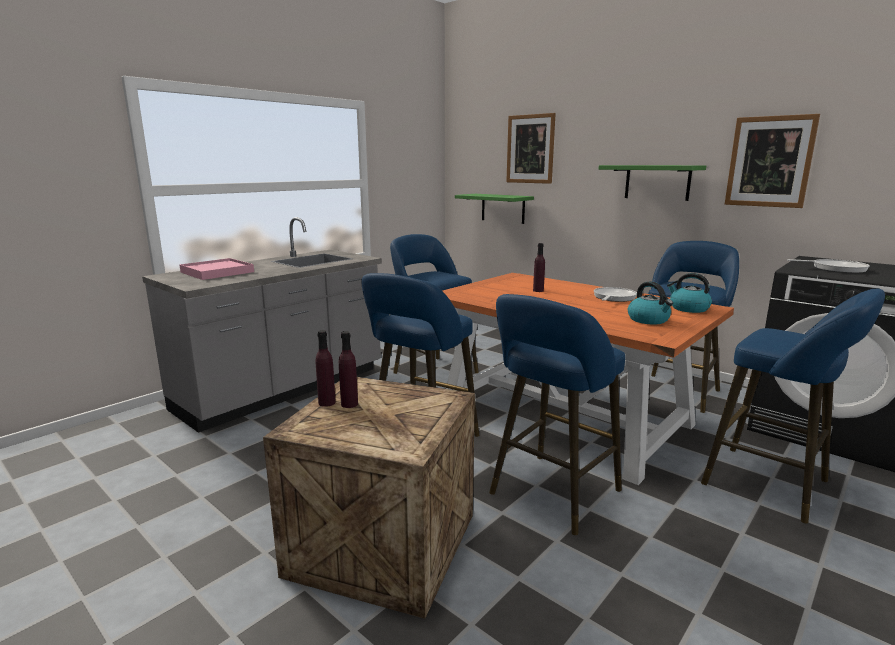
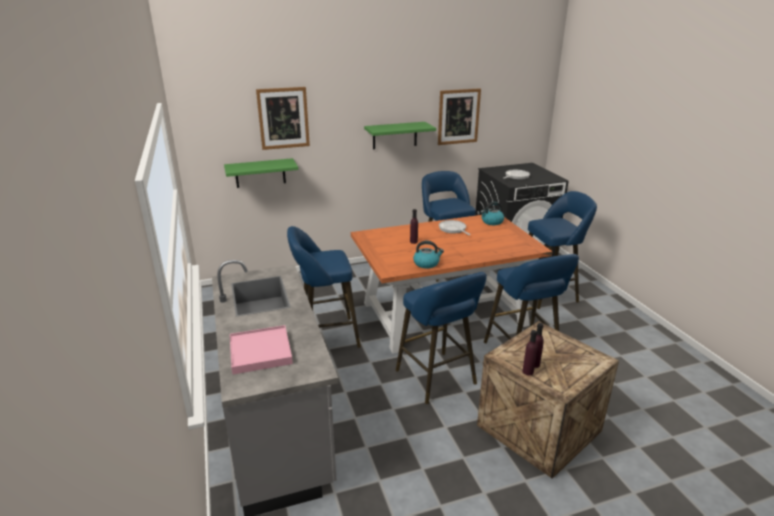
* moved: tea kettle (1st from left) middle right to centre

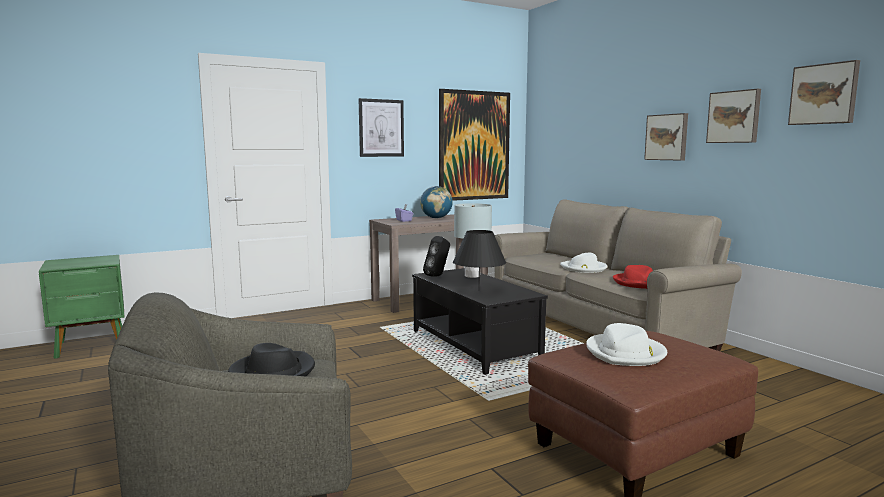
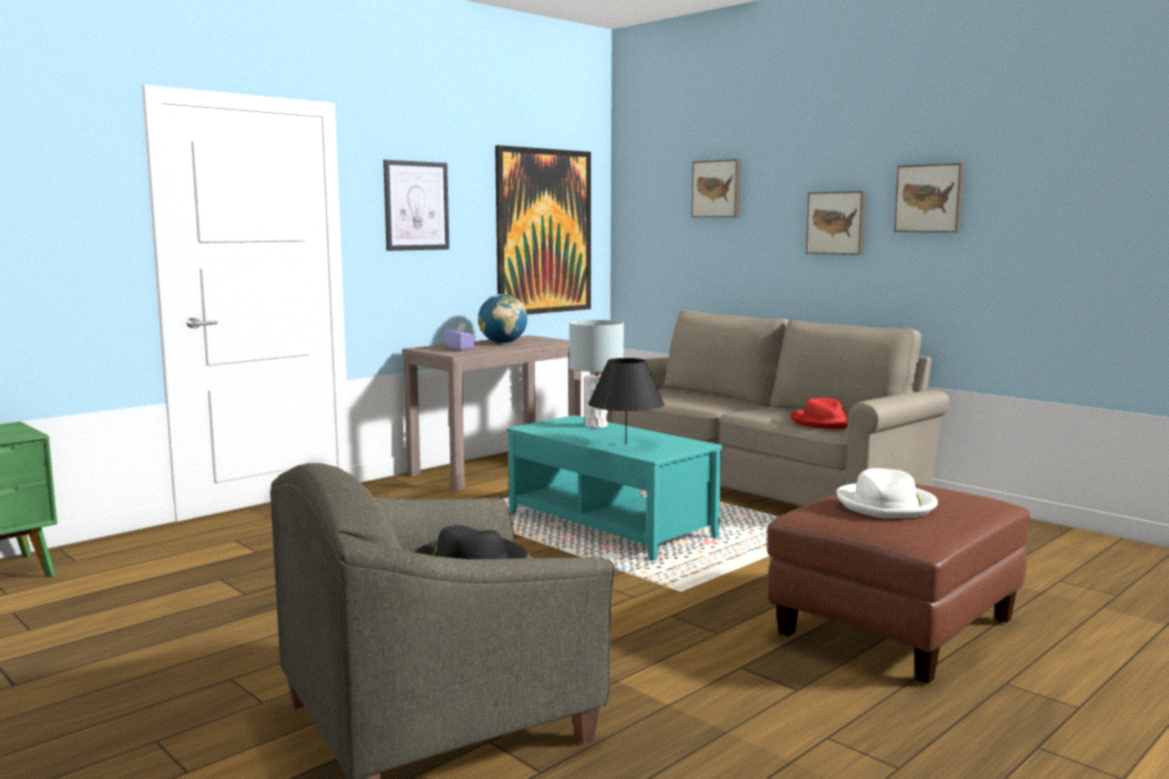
* moved: wall art (5th from left in the first image) top right to wall art (3rd from left) top centre
* removed: black speaker centre
* removed: white wearable hat (1st from left) centre
* recoloured: black lounge table centre to turquoise lounge table centre

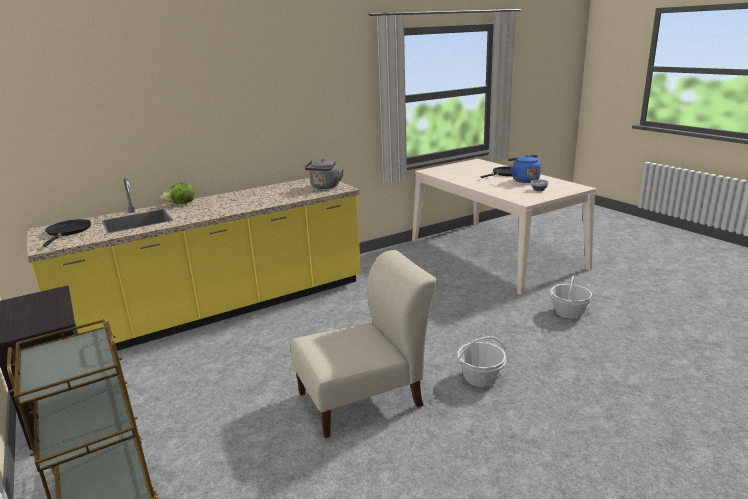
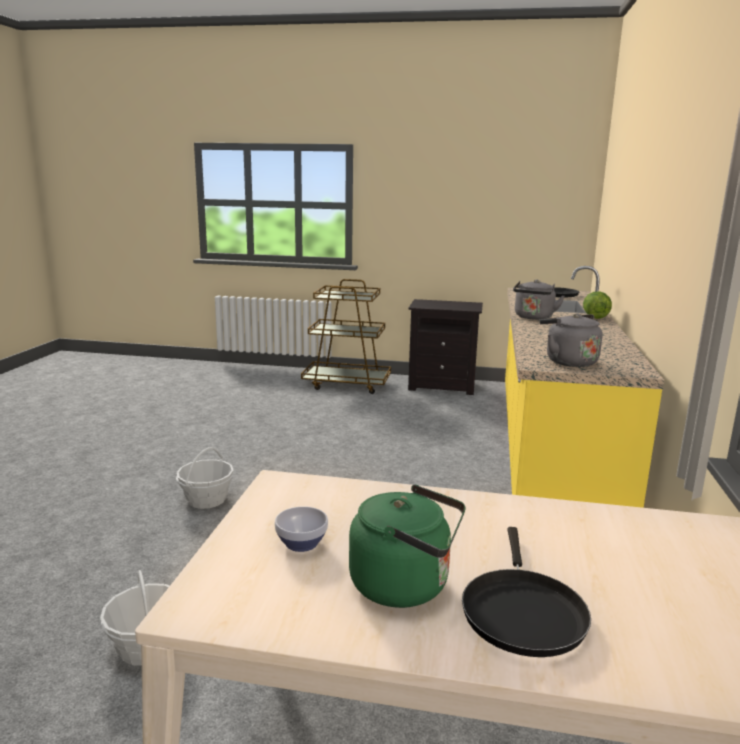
* recoloured: blue tea kettle middle right to green tea kettle bottom centre
* removed: sand-coloured upright chair bottom centre
* added: gray tea kettle (1st from left) middle right

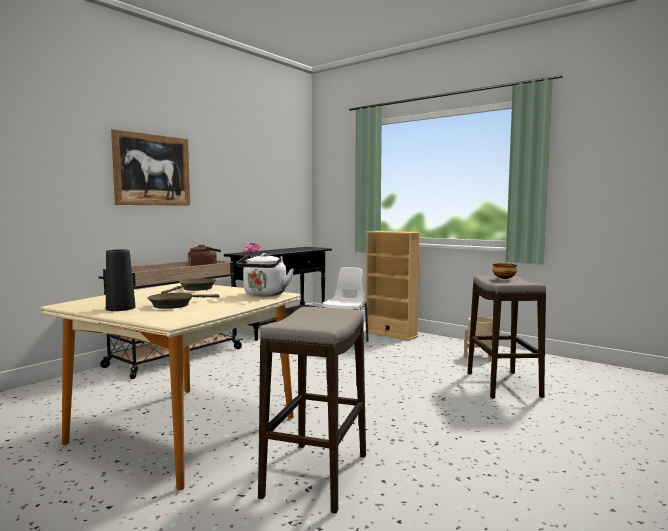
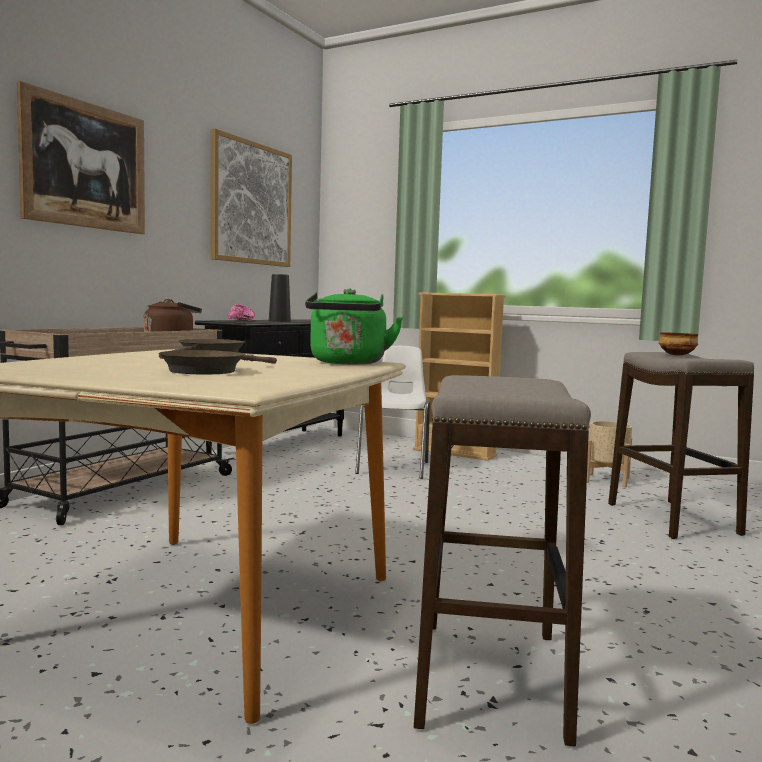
* moved: black vase middle left to centre
* recoloured: white tea kettle centre to green tea kettle centre
* added: wall art (2nd from left) top left

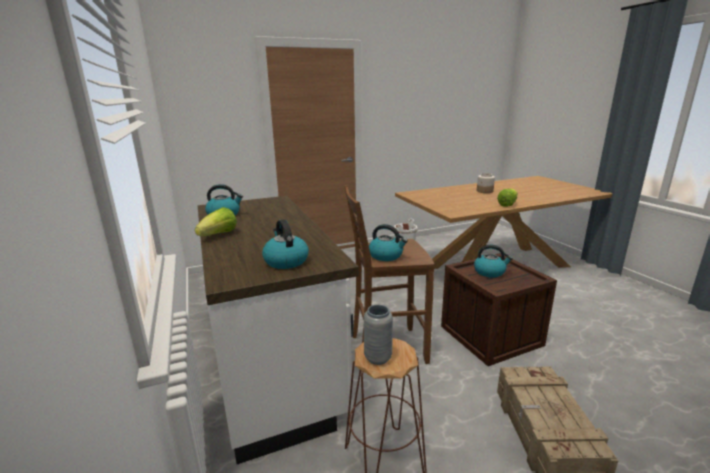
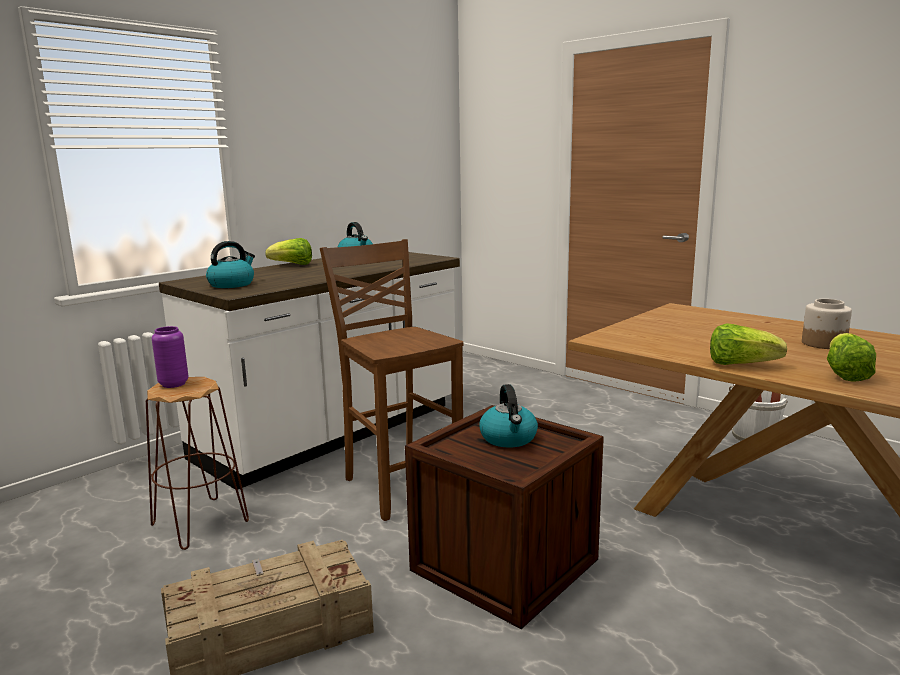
* removed: tea kettle (3rd from left) centre
* recoloured: gray vase bottom centre to purple-coloured vase middle left
* added: head of lettuce (3rd from left) middle right

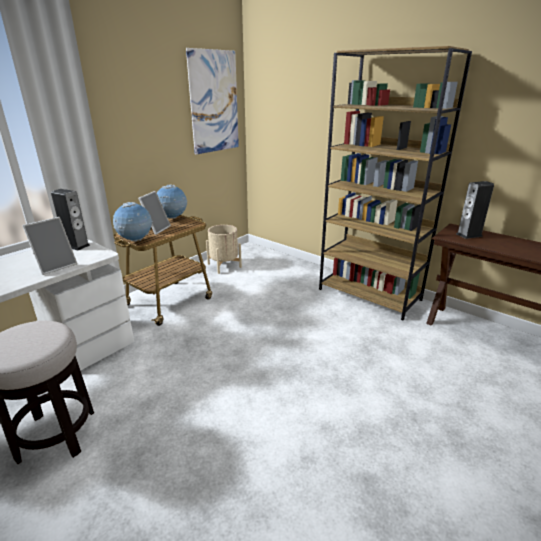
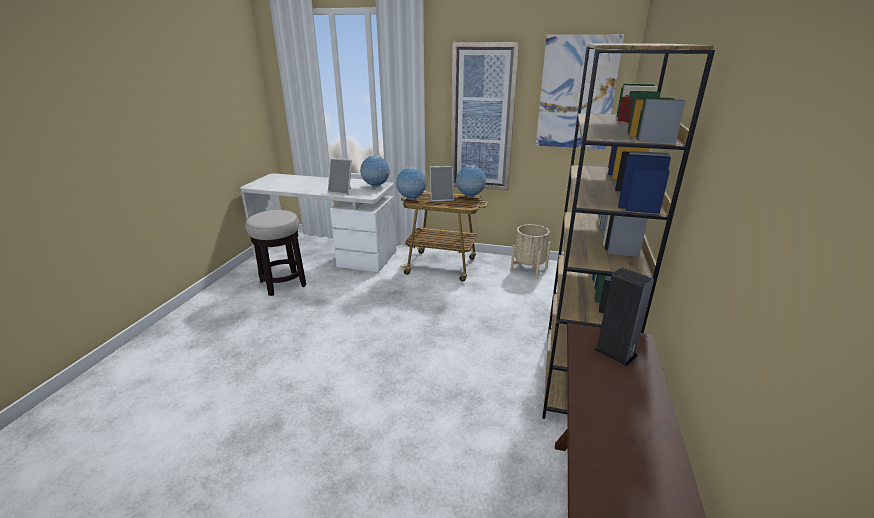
* replaced: speaker (1st from left) middle left to world globe (1st from left) top centre
* added: wall art (1st from left) top centre

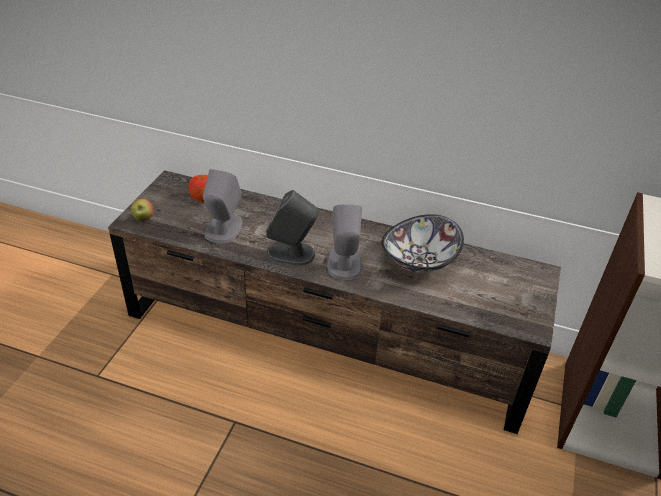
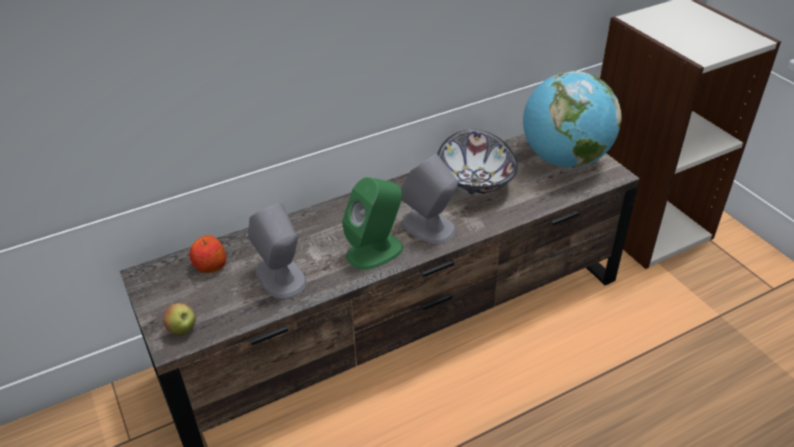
* recoloured: gray speaker (2nd from left) centre to green speaker centre
* added: world globe top right

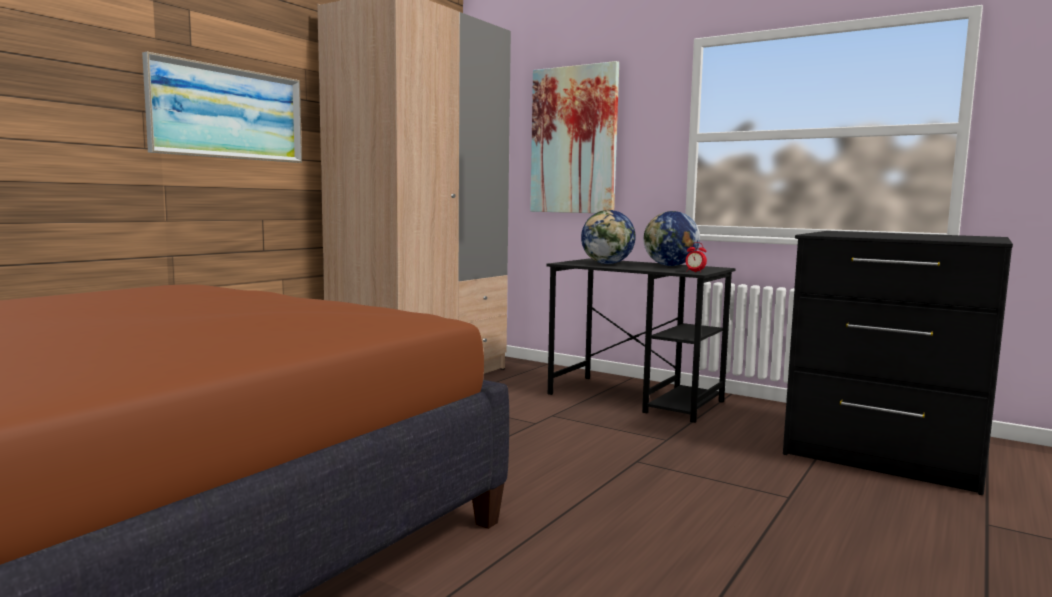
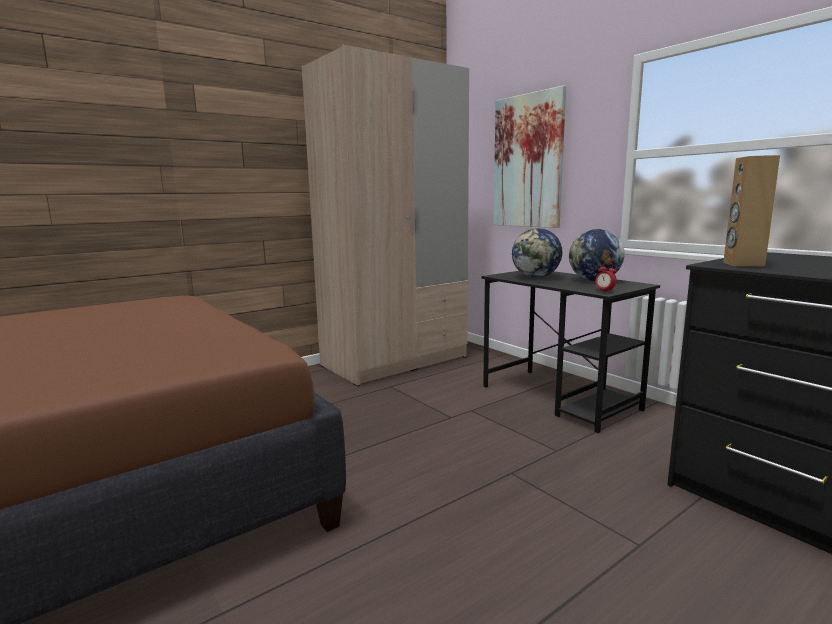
* removed: wall art (1st from left) top left
* added: brownish speaker middle right

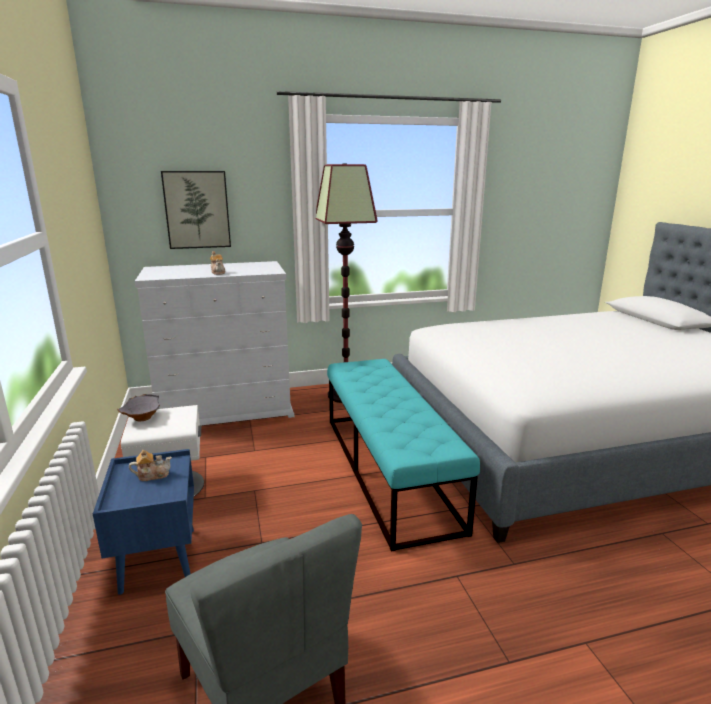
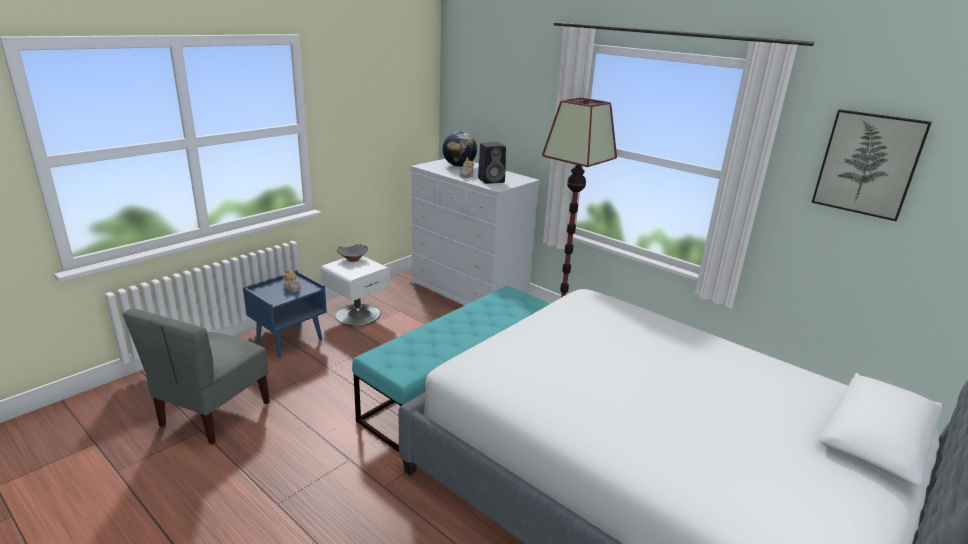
* moved: wall art top left to top right
* added: world globe top centre
* added: black speaker top centre

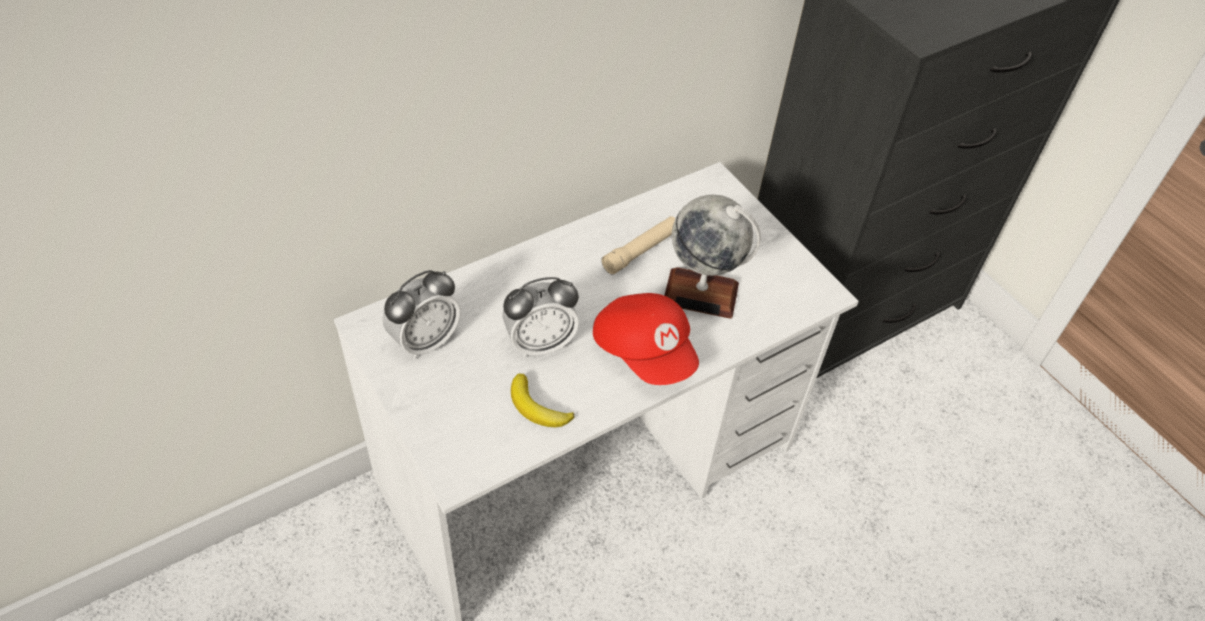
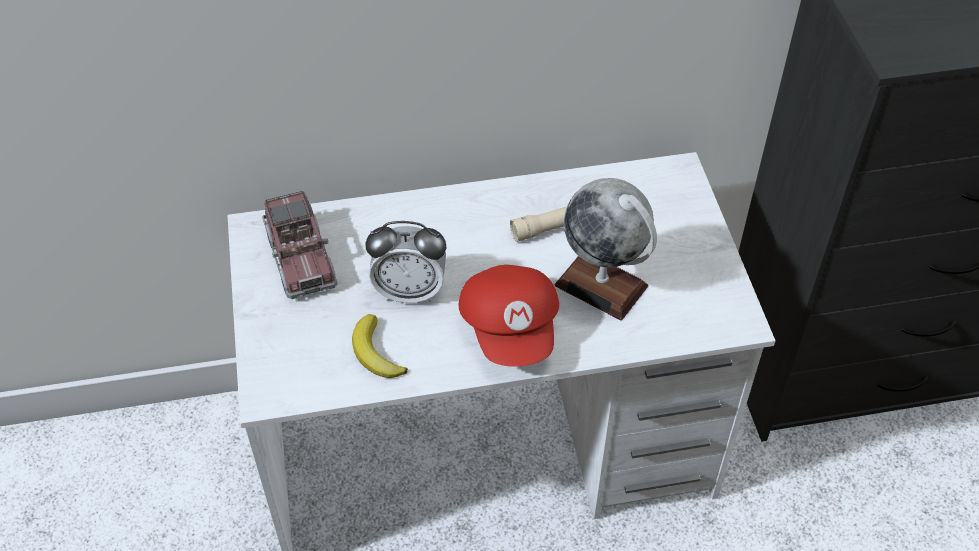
* replaced: alarm clock (1st from left) centre to toy lorry middle left

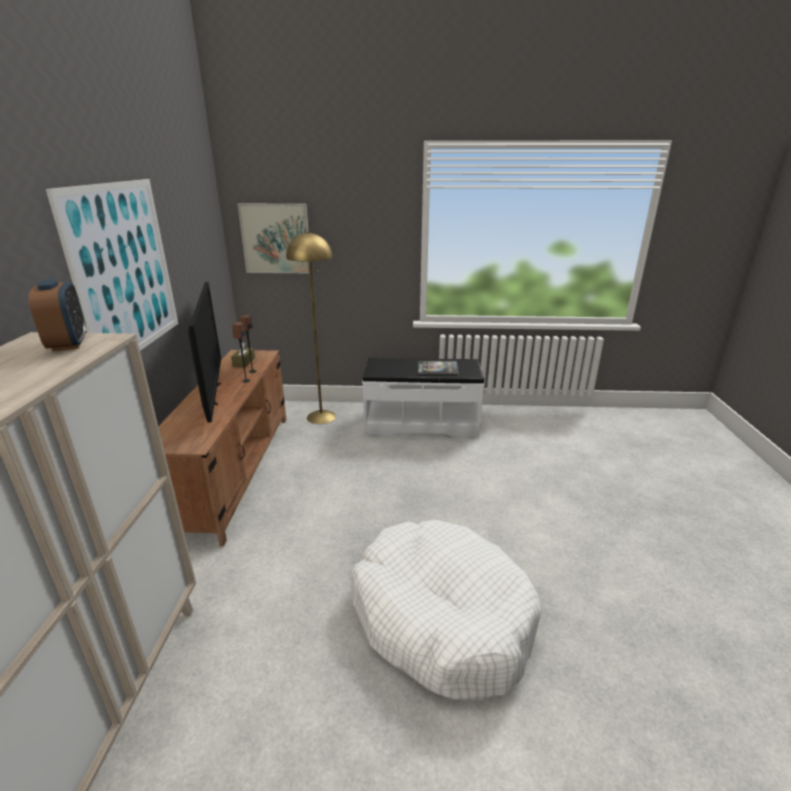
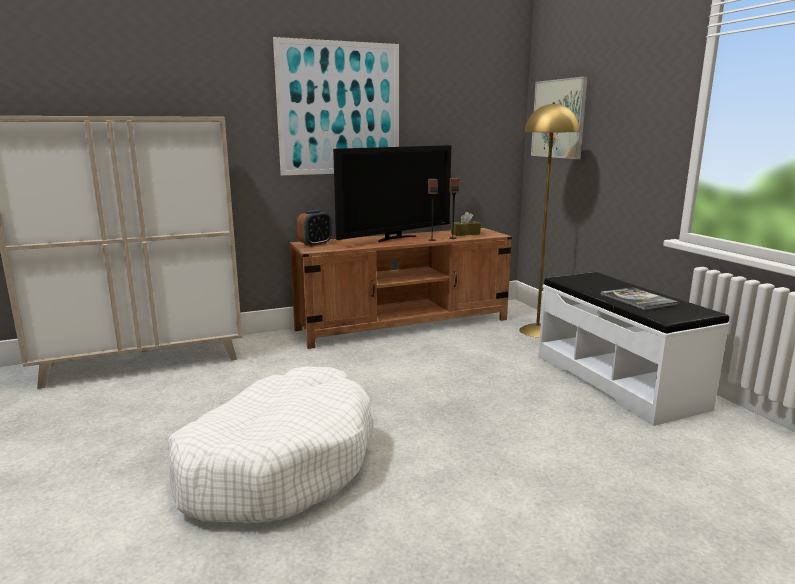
* moved: alarm clock middle left to centre

